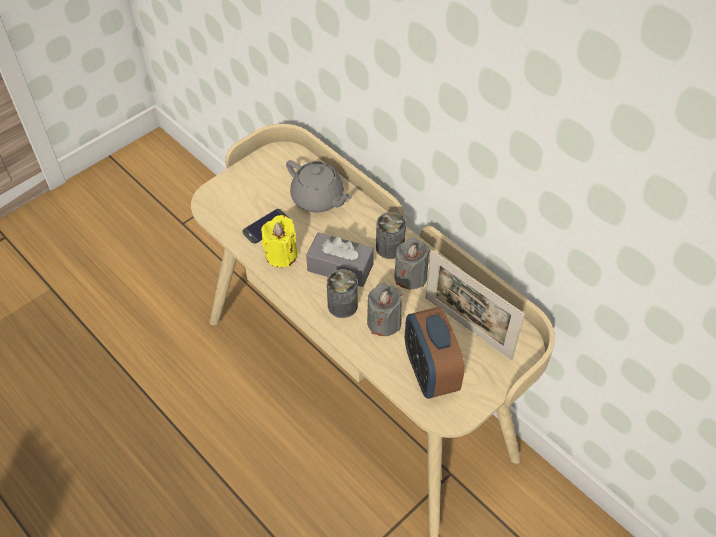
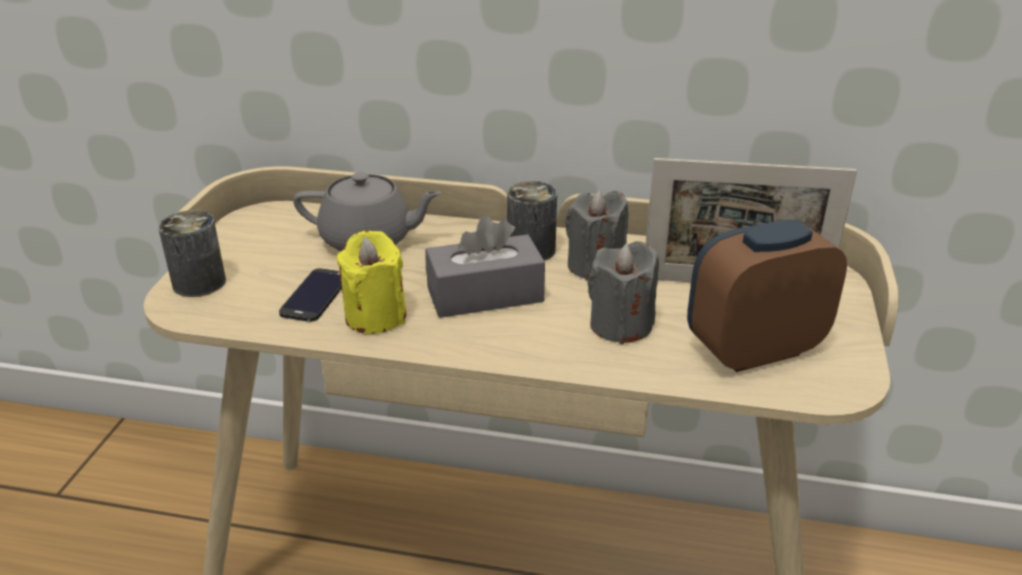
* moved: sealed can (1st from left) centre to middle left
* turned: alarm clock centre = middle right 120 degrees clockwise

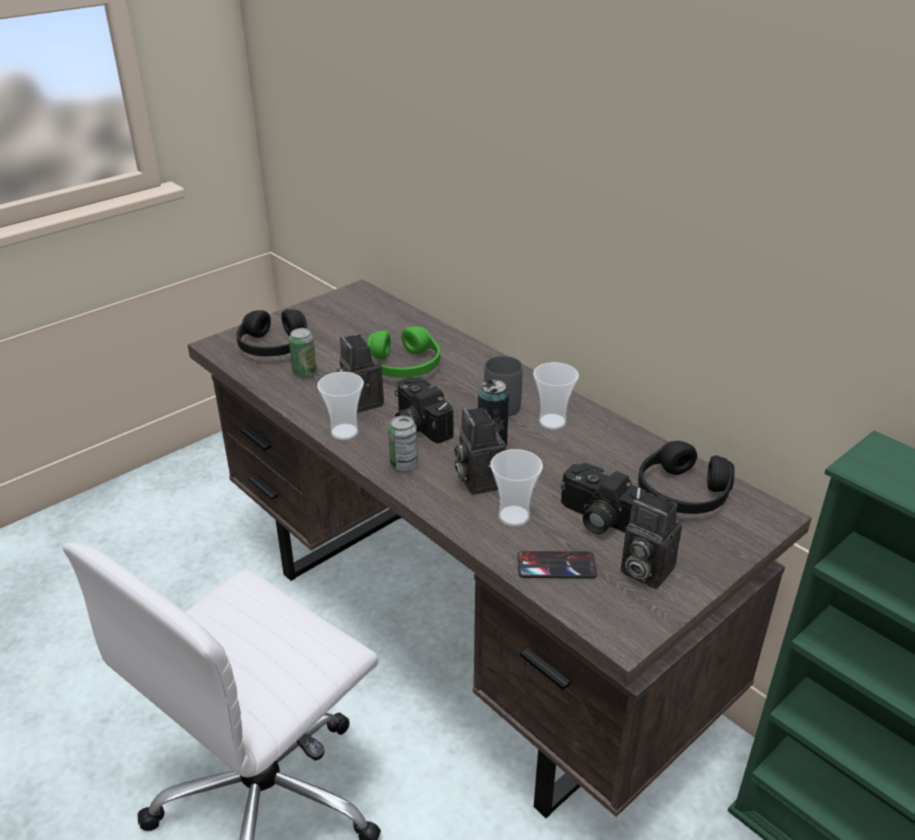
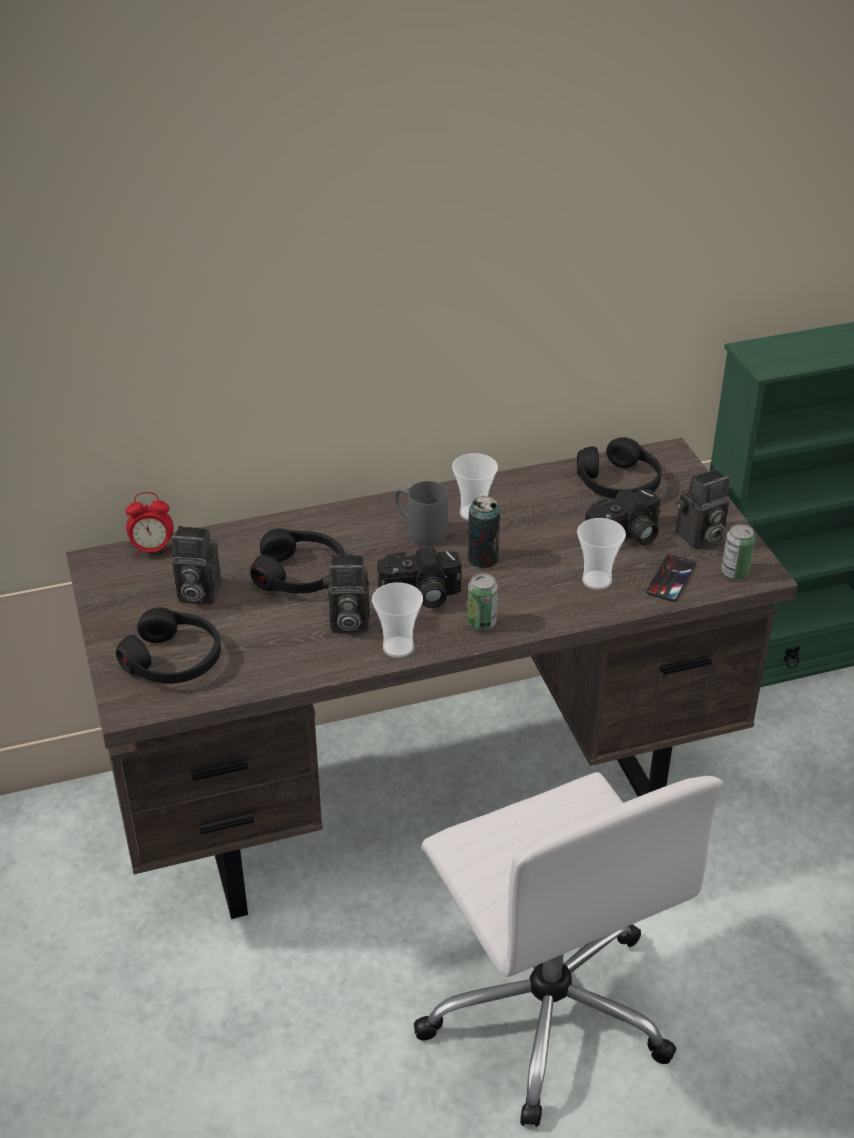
* recoloured: green headphones centre to black headphones (2nd from left) centre
* moved: sealed can (1st from left in the first image) middle left to sealed can (3rd from left) middle right
* moved: photo camera (3rd from left in the first image) centre to photo camera (1st from left) middle left
* added: alarm clock middle left

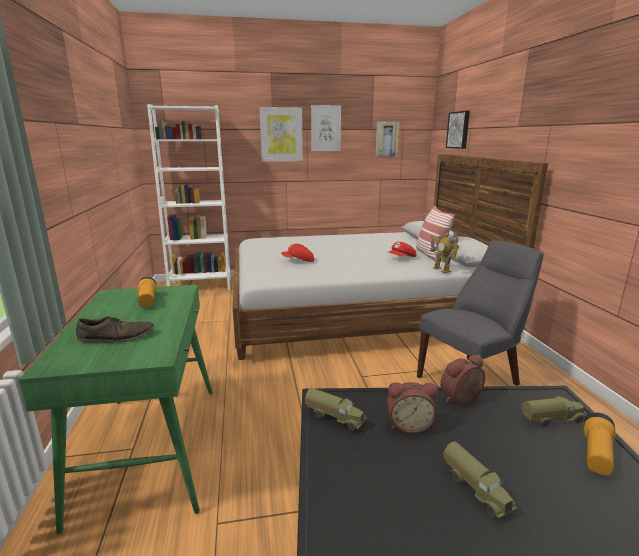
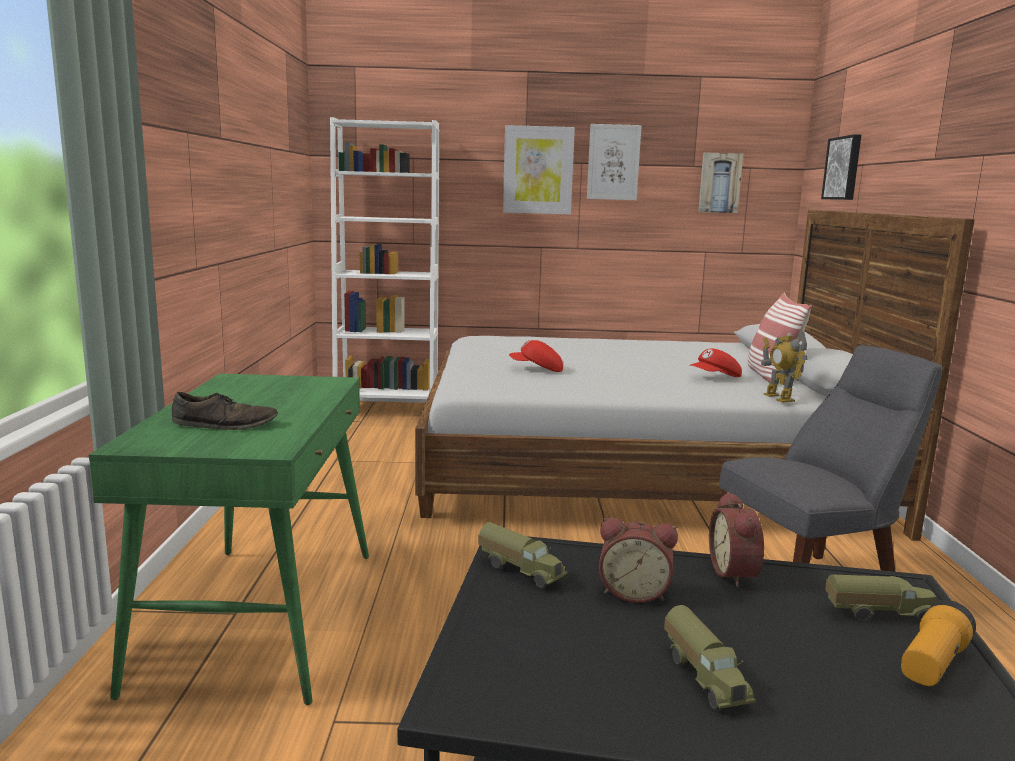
* removed: flashlight (1st from left) middle left
* turned: alarm clock (2nd from left) bottom right = bottom right 75 degrees counterclockwise

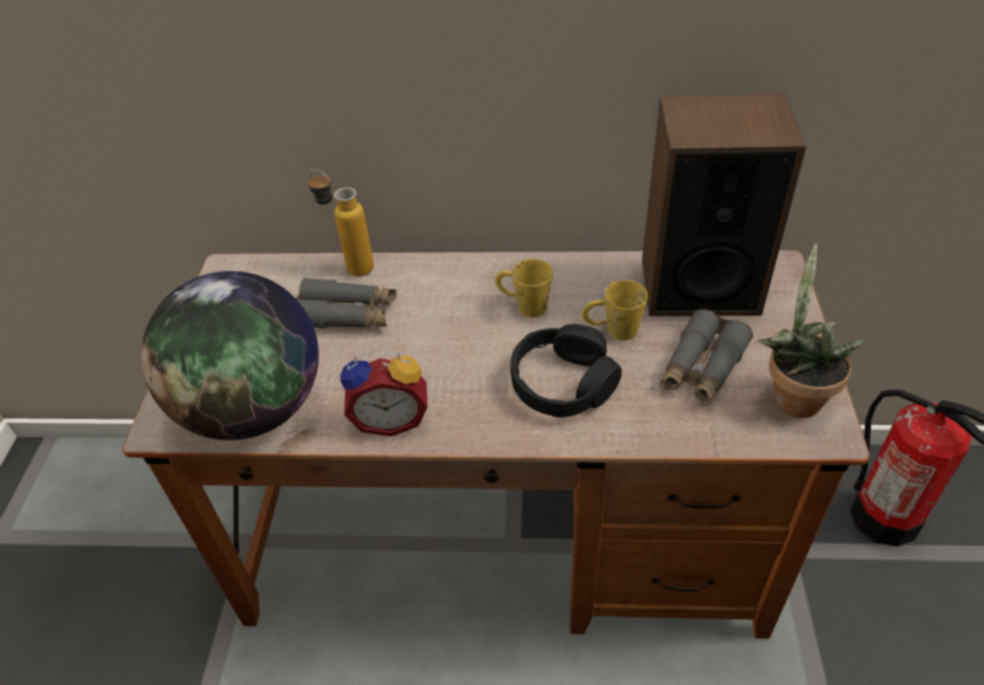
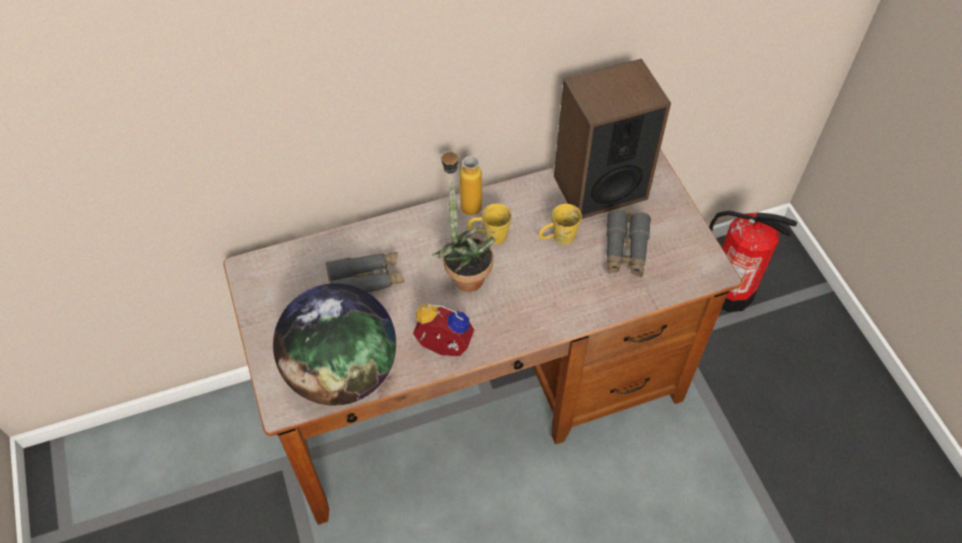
* moved: beverage bottle top centre to centre
* moved: houseplant middle right to centre
* removed: black headphones centre
* turned: alarm clock centre = centre 135 degrees counterclockwise

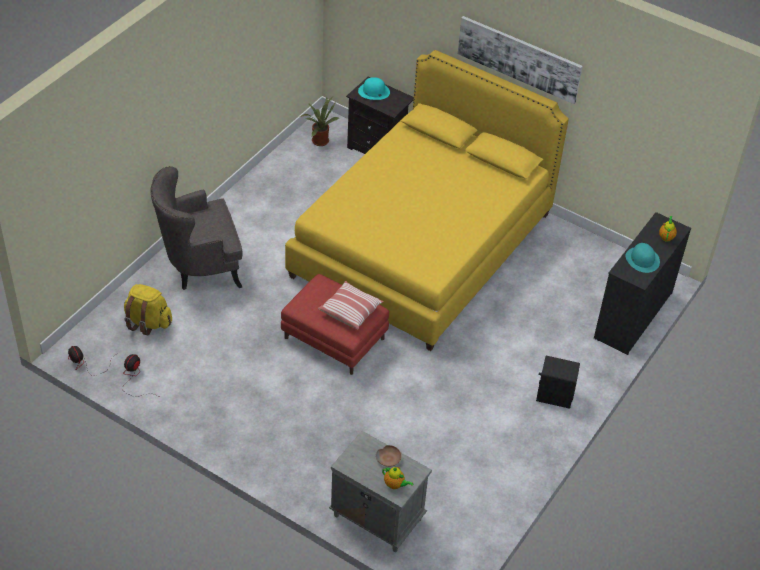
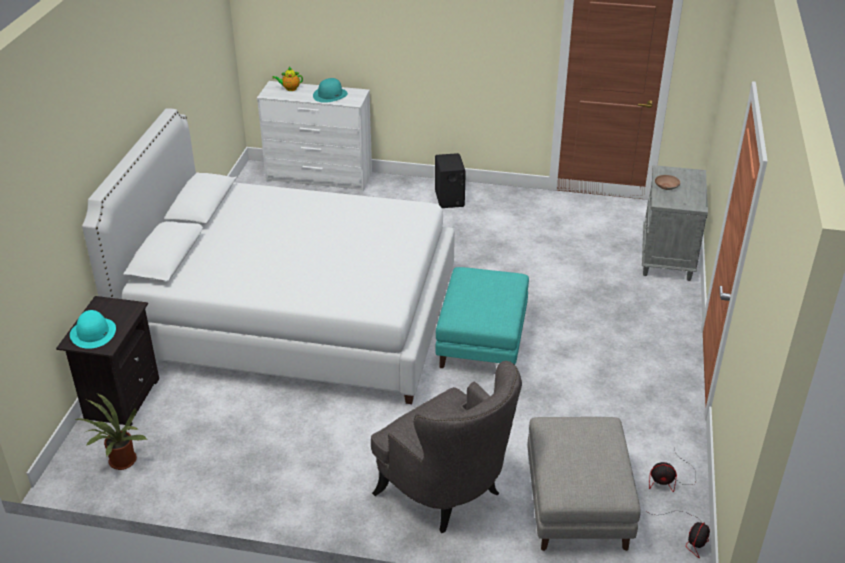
* removed: wall art top right
* recoloured: yellowish bedroom bed centre to white bedroom bed middle left
* recoloured: black dresser middle right to white dresser top centre
* recoloured: reddish footrest centre to turquoise footrest centre
* removed: cushion centre
* replaced: yellowish knapsack middle left to gray footrest bottom right
* removed: pot for tea (1st from left) bottom centre

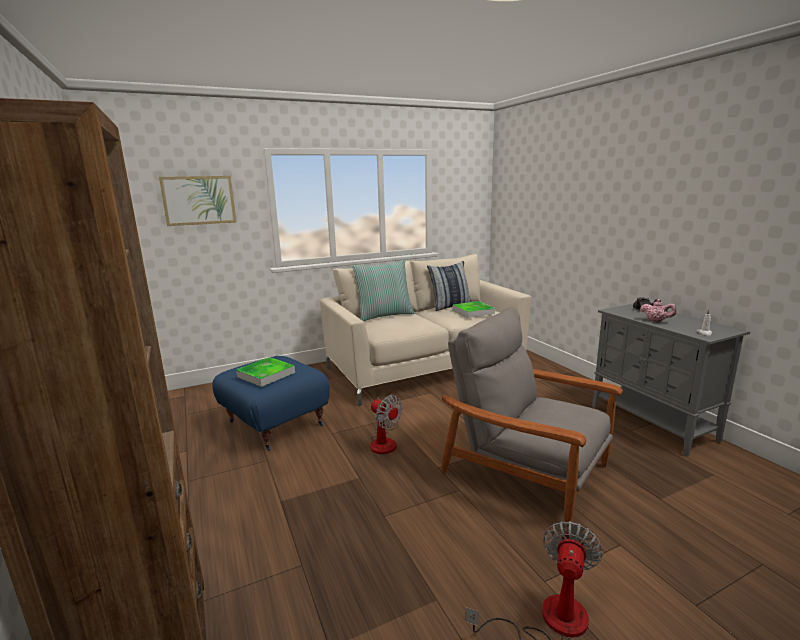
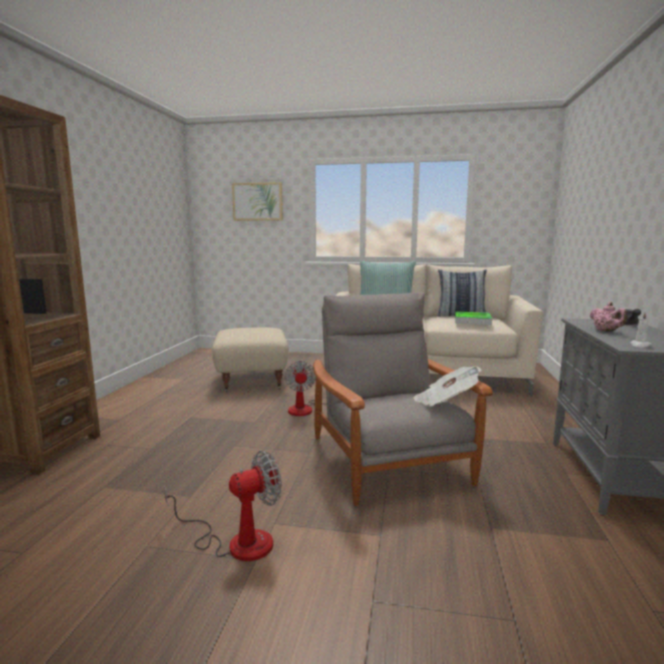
* recoloured: blue footrest centre to sand-coloured footrest centre
* removed: carrying tray (1st from left) middle left
* added: printed paper middle right

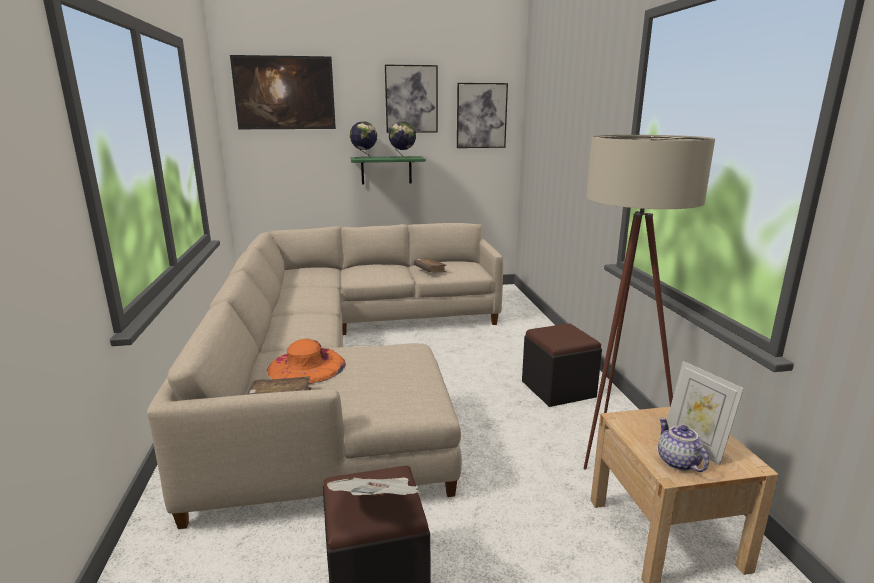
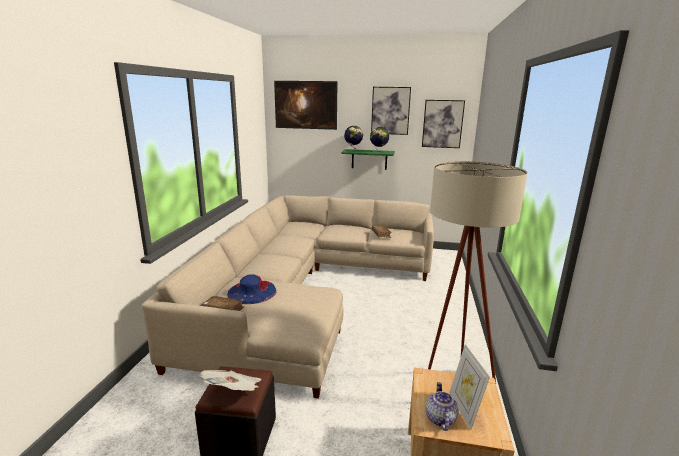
* removed: black footrest (2nd from left) centre
* recoloured: orangey wearable hat centre to blue wearable hat centre

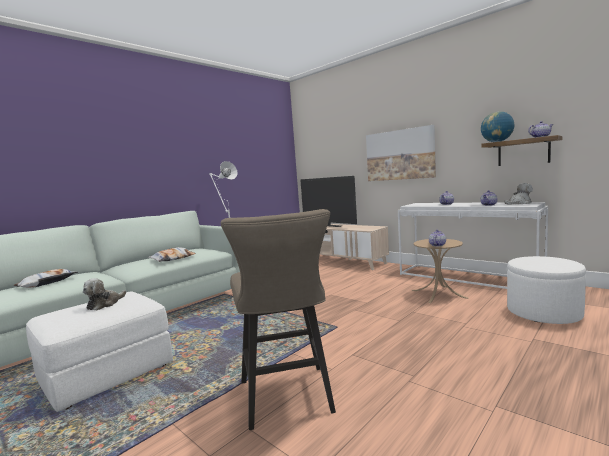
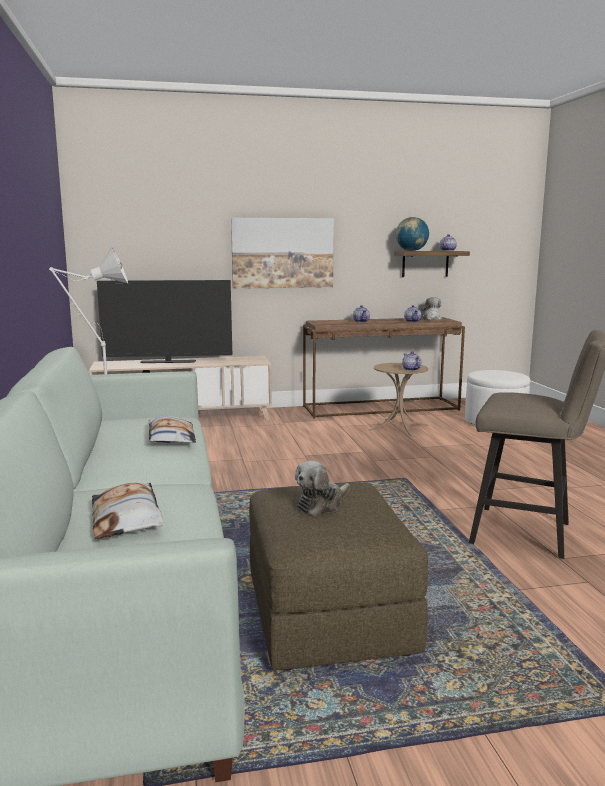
* recoloured: white narrow table middle right to brownish narrow table centre
* turned: soft toy (1st from left) middle left = centre 75 degrees clockwise
* recoloured: white footrest (1st from left) bottom left to brownish footrest bottom centre

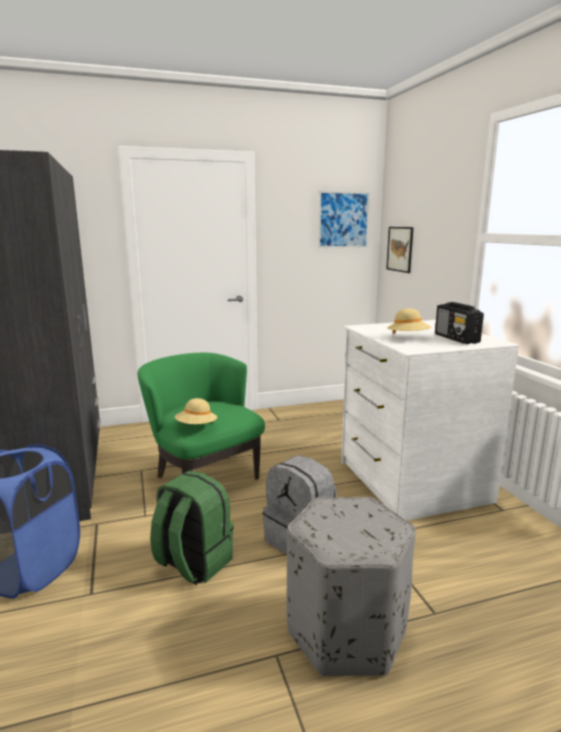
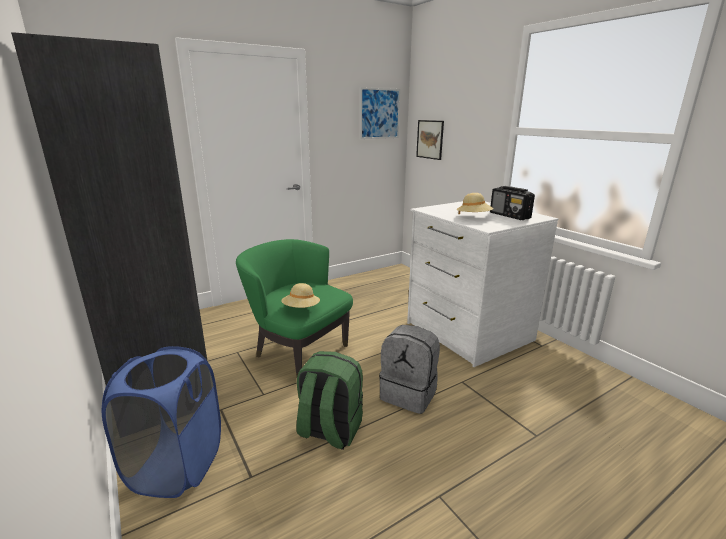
* removed: gray footrest bottom centre

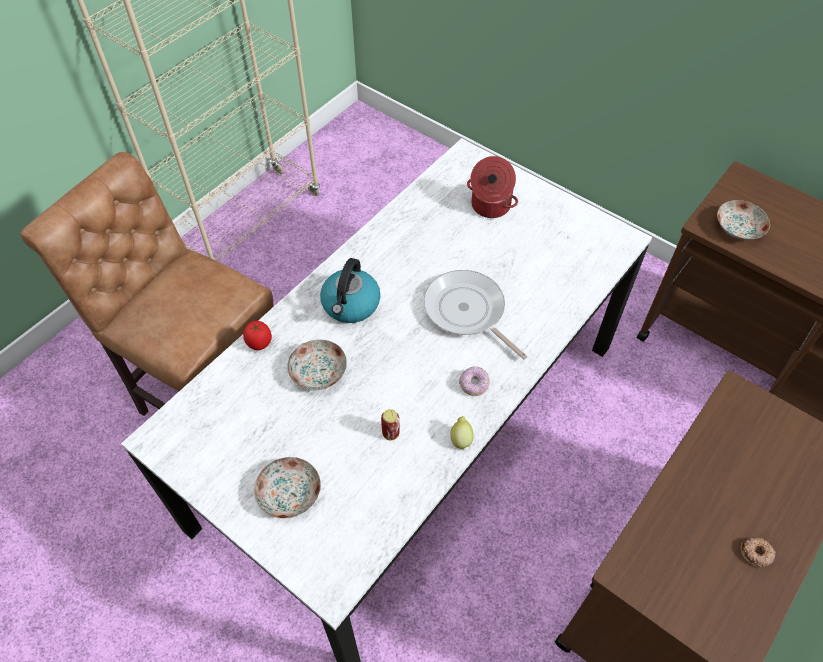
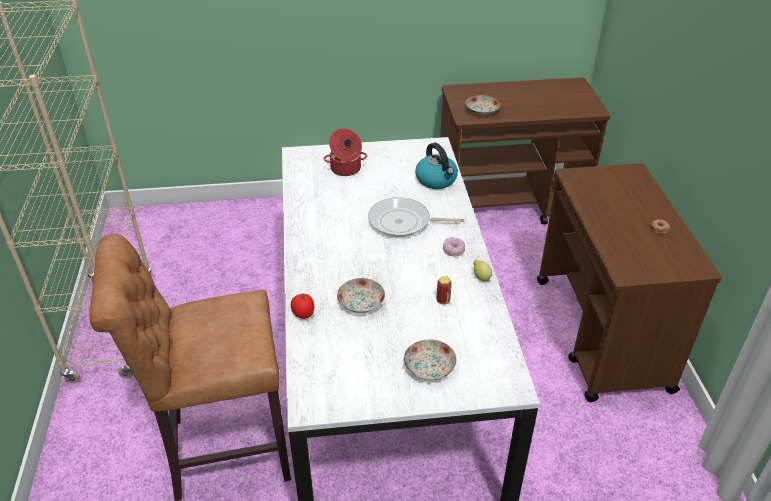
* moved: tea kettle centre to top centre

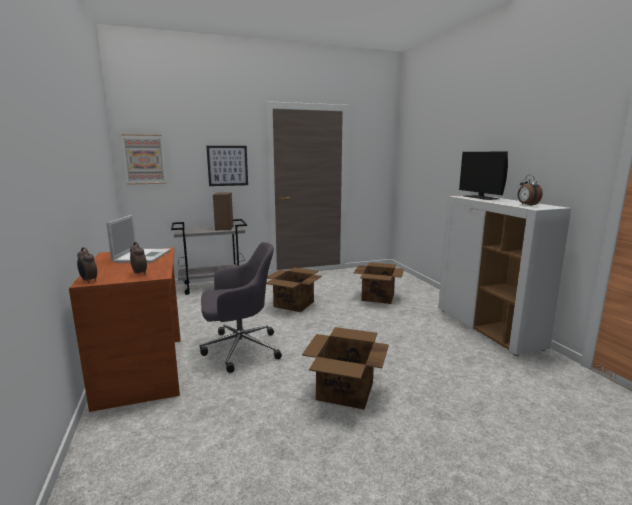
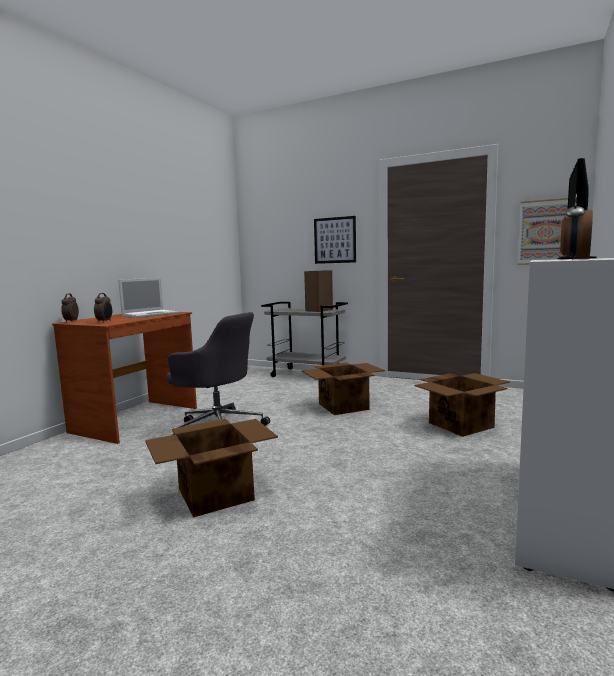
* moved: wall art (1st from left in the first image) top left to wall art (2nd from left) middle right

